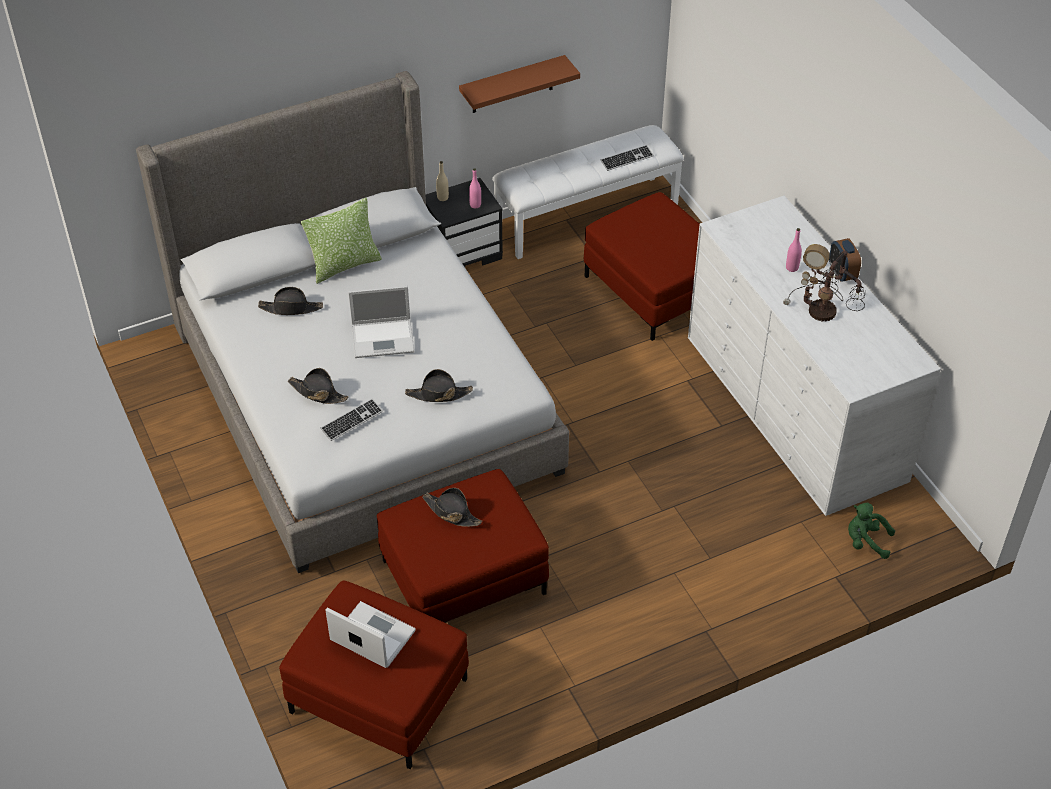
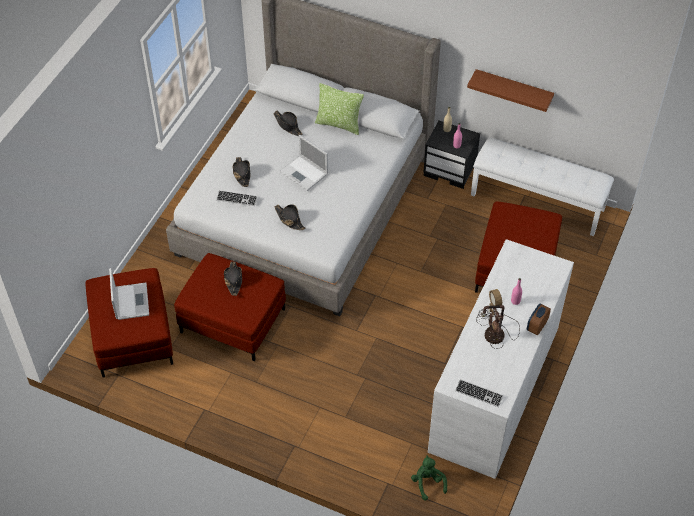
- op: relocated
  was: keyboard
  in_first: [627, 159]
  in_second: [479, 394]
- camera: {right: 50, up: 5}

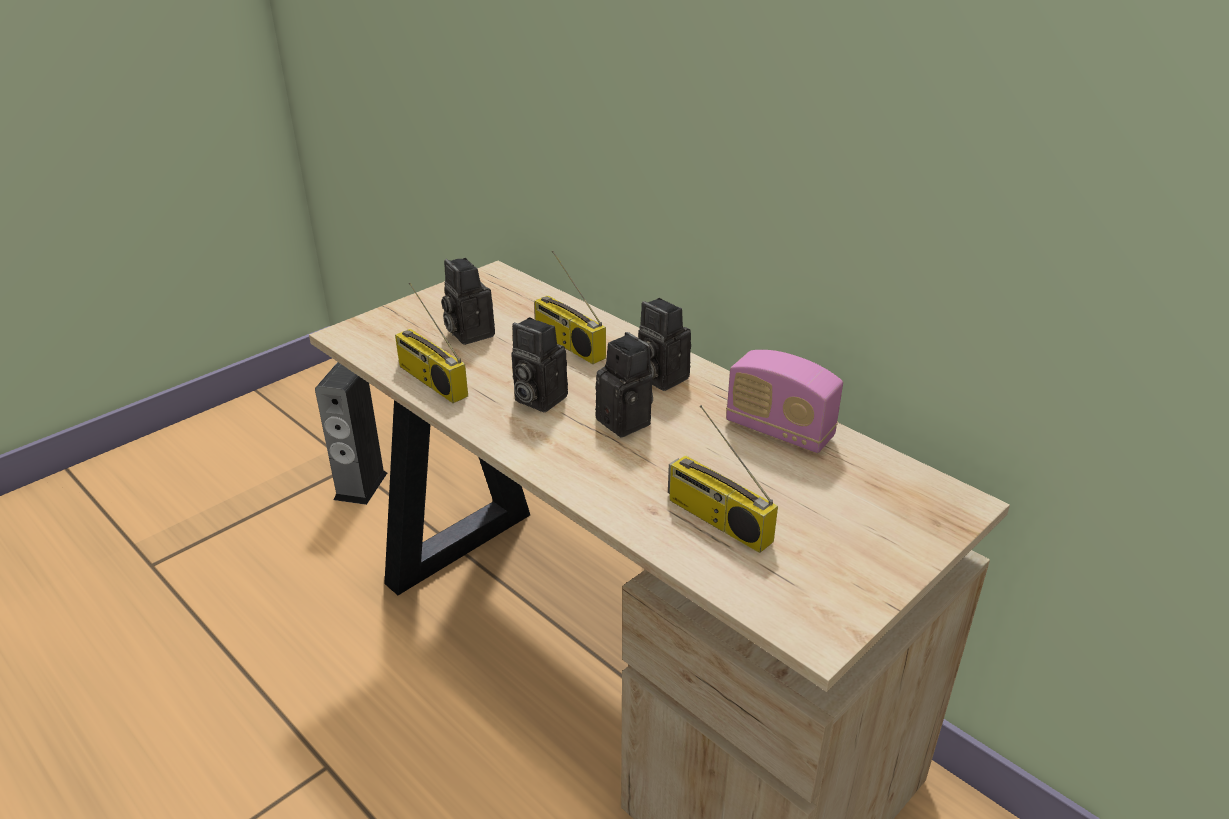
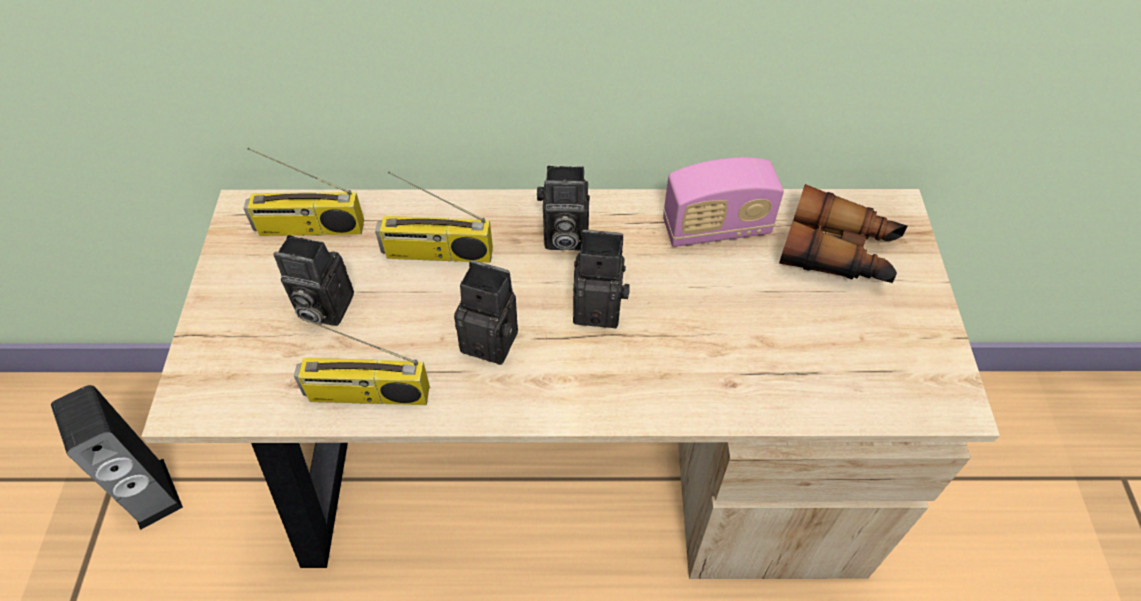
- op: relocated
  was: radio
  in_first: [716, 520]
  in_second: [309, 229]
- op: spun
  was: photo camera
  in_first: [537, 398]
  in_second: [494, 339]
  clockwise: -150
- op: appeared
  now: binoculars
  in_second: [839, 252]
- camera: {right: -45, up: 20}

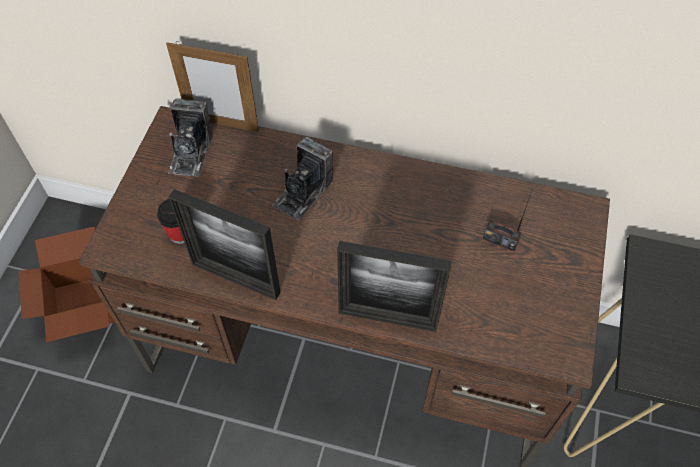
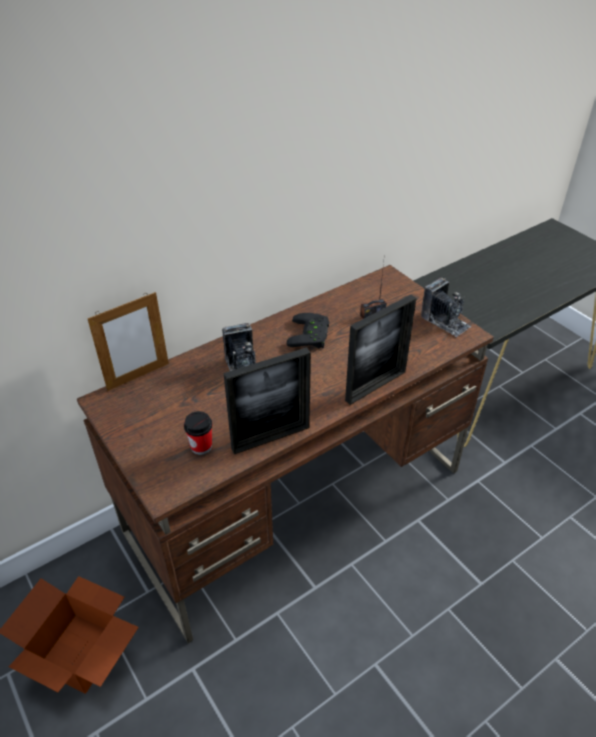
- op: appeared
  now: black game controller
  in_second: [312, 335]
- op: relocated
  was: photo camera
  in_first: [191, 152]
  in_second: [445, 321]
- camera: {right: -50, up: -15}

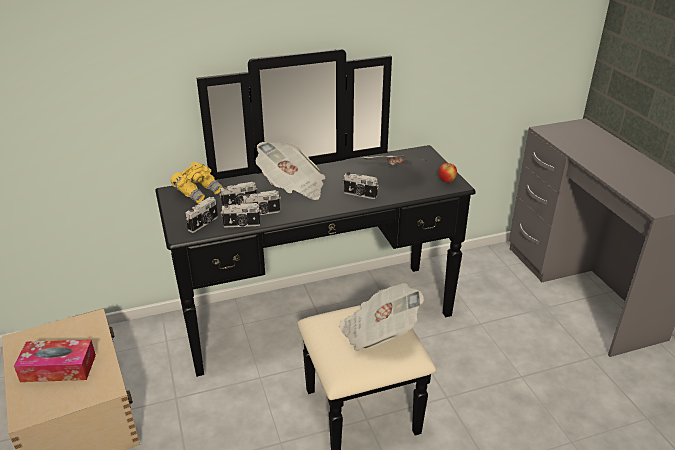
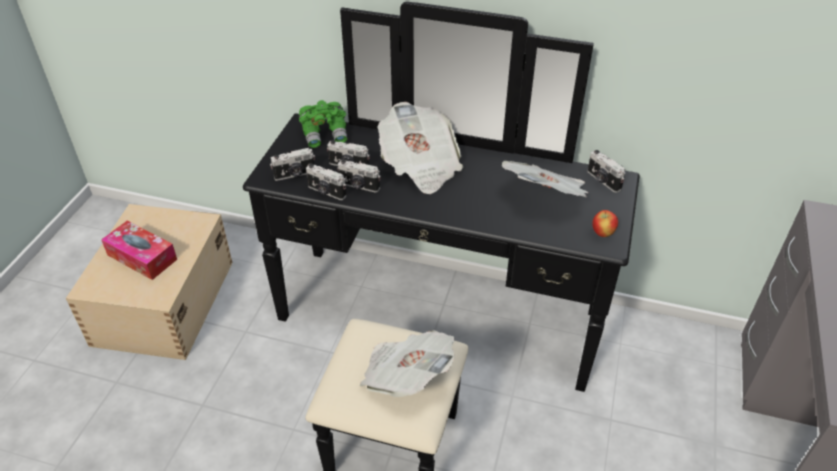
- op: colour
  was: yellow binoculars
  now: green binoculars
  in_first: [198, 192]
  in_second: [325, 134]
- op: relocated
  was: photo camera
  in_first: [360, 195]
  in_second: [603, 181]
- camera: {right: 35, up: 10}

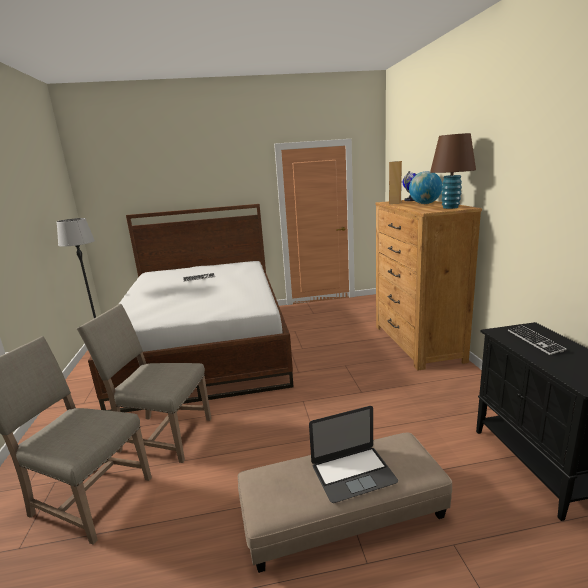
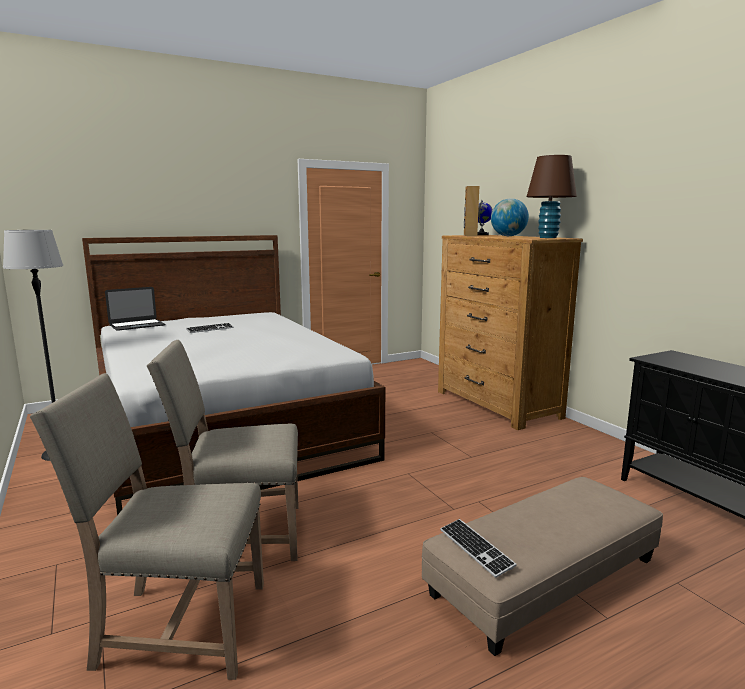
- op: relocated
  was: laptop
  in_first: [353, 473]
  in_second: [137, 325]
- op: relocated
  was: keyboard
  in_first: [534, 341]
  in_second: [475, 548]
- camera: {right: -20, up: -5}

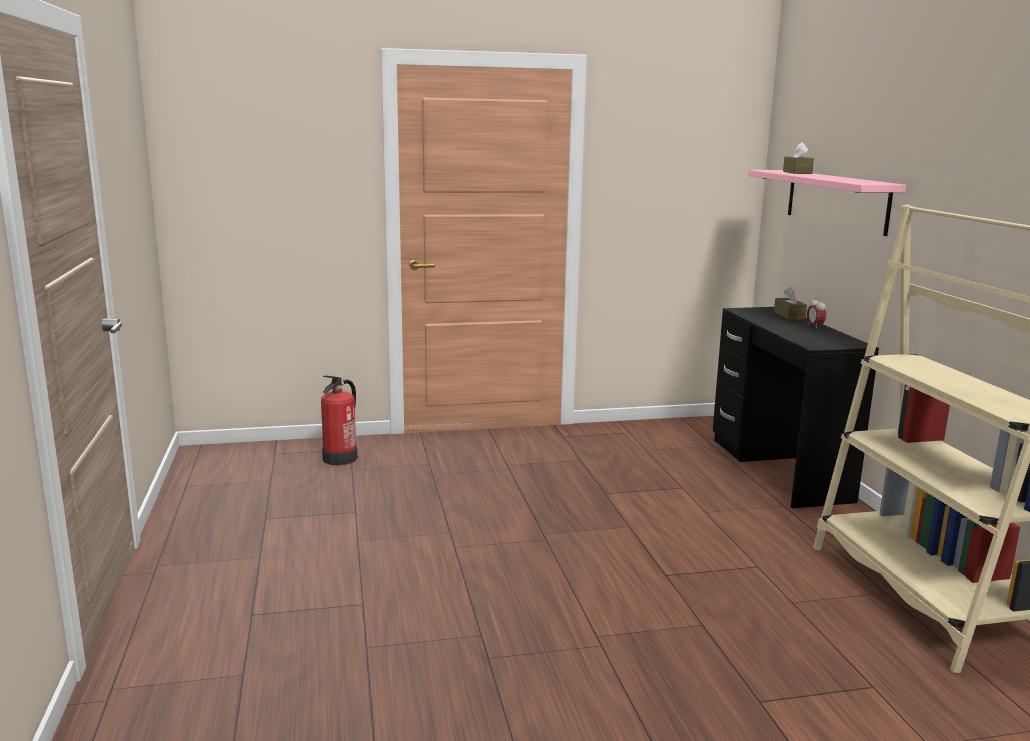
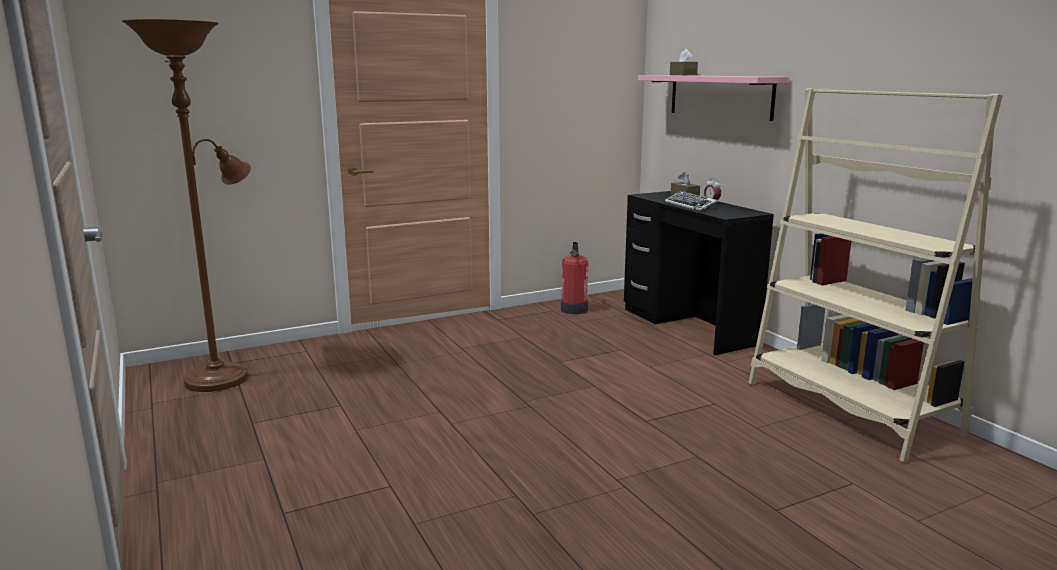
- op: appeared
  now: brown floor lamp
  in_second: [222, 376]
- op: relocated
  was: fire extinguisher
  in_first: [341, 458]
  in_second: [574, 309]
- op: appeared
  now: keyboard
  in_second: [690, 205]
- camera: {right: -15, up: 0}

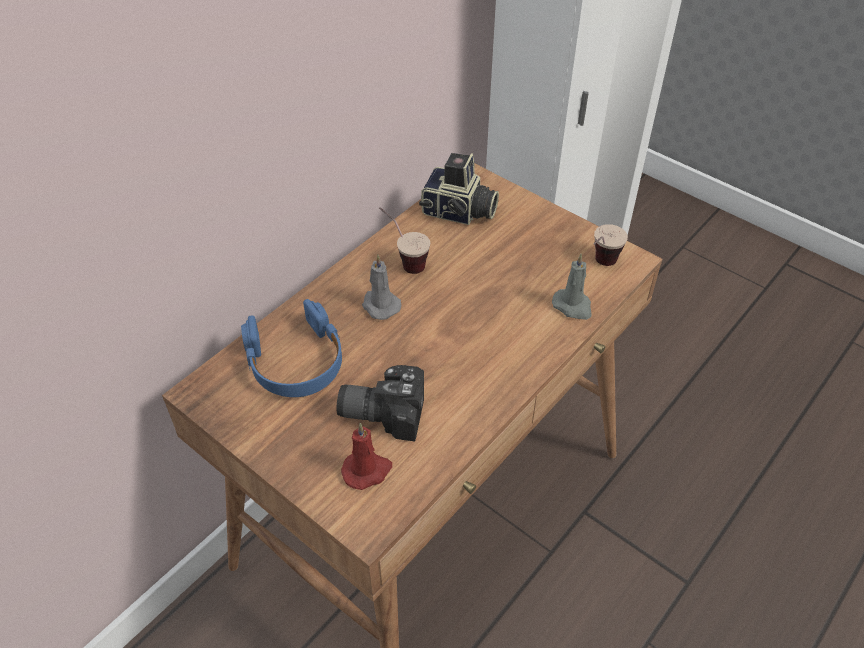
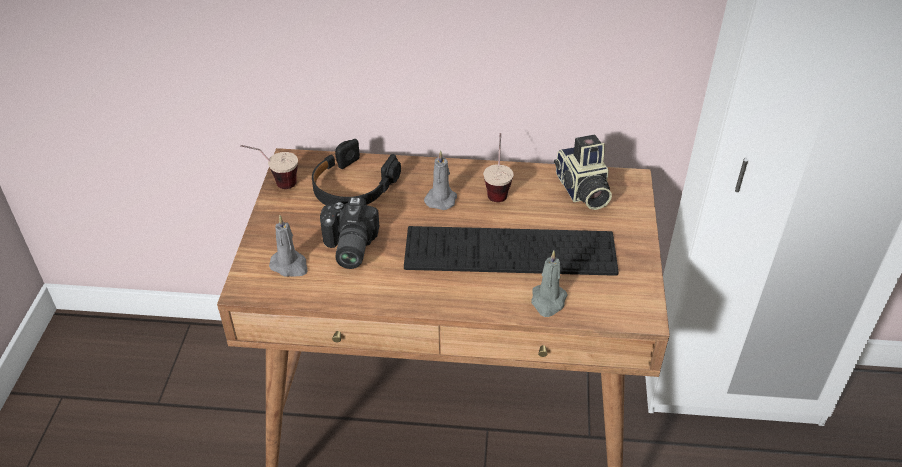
- op: relocated
  was: cup
  in_first: [600, 266]
  in_second: [274, 183]
- op: colour
  was: red candle
  now: grey candle
  in_first: [367, 470]
  in_second: [290, 266]
- op: colour
  was: blue headphones
  now: black headphones
  in_first: [296, 361]
  in_second: [353, 187]
- op: spun
  was: photo camera
  in_first: [383, 410]
  in_second: [347, 247]
  clockwise: -150
- op: appeared
  now: keyboard
  in_second: [510, 251]
- camera: {right: 55, up: -5}

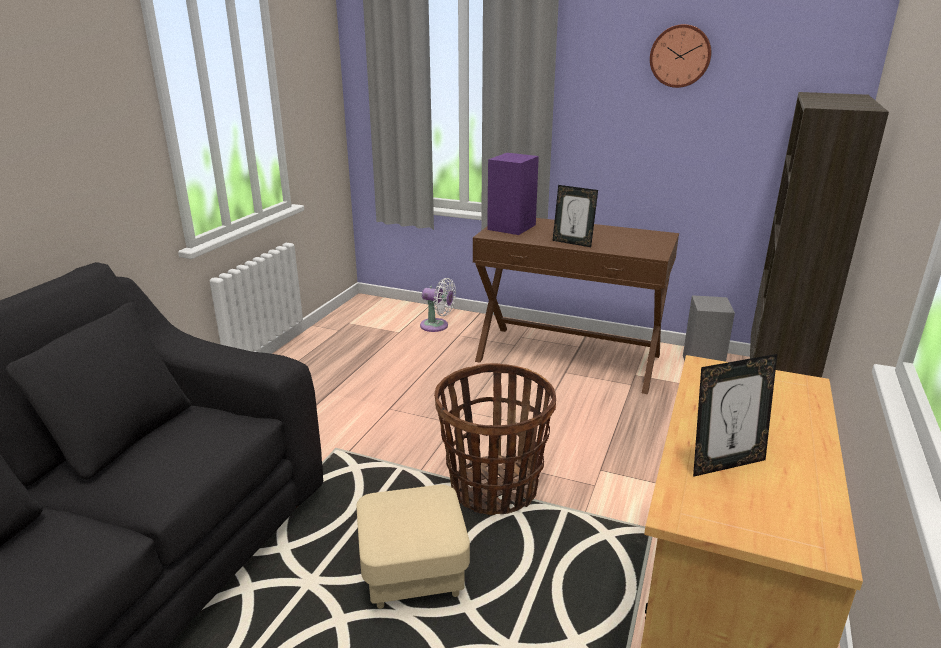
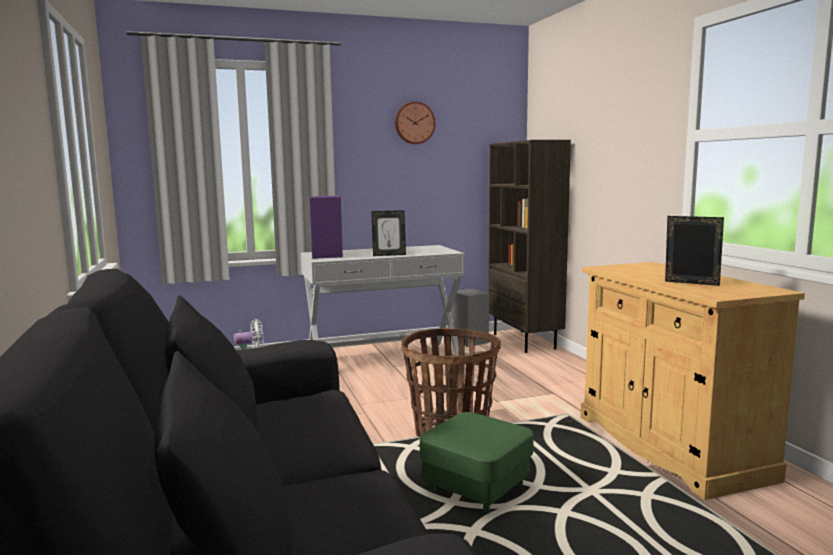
- op: colour
  was: brown console table
  now: white console table
  in_first: [568, 358]
  in_second: [383, 359]
- op: colour
  was: beige ottoman
  now: green ottoman
  in_first: [413, 574]
  in_second: [476, 489]
- op: spun
  was: picture frame
  in_first: [725, 464]
  in_second: [691, 284]
  clockwise: -90
- camera: {right: -40, up: -15}

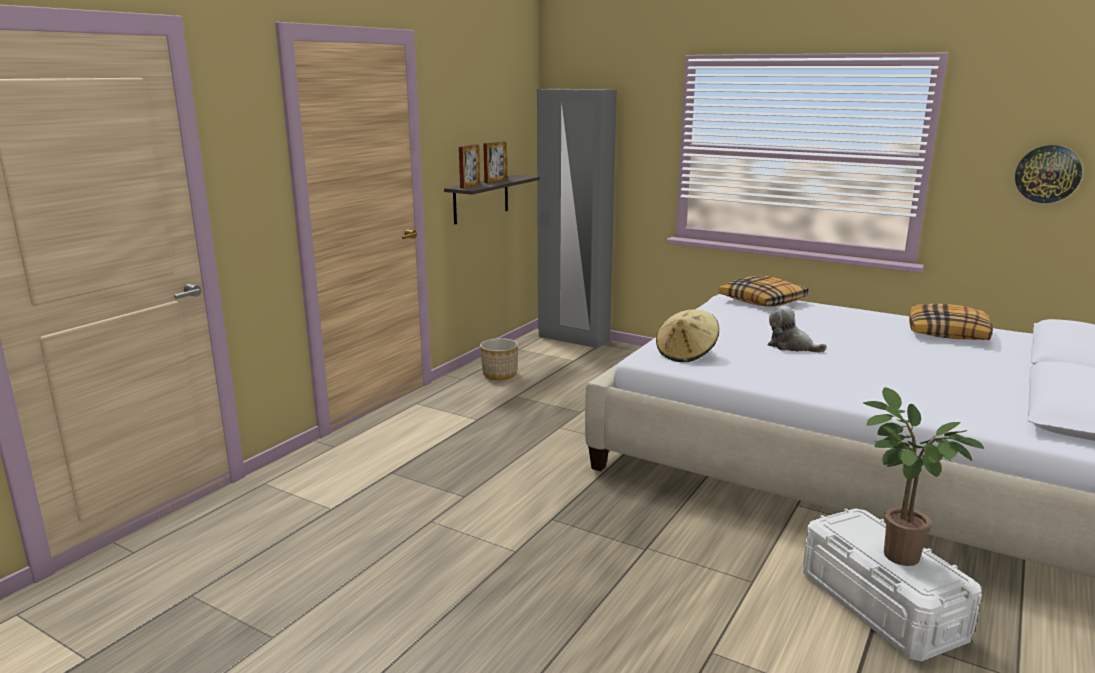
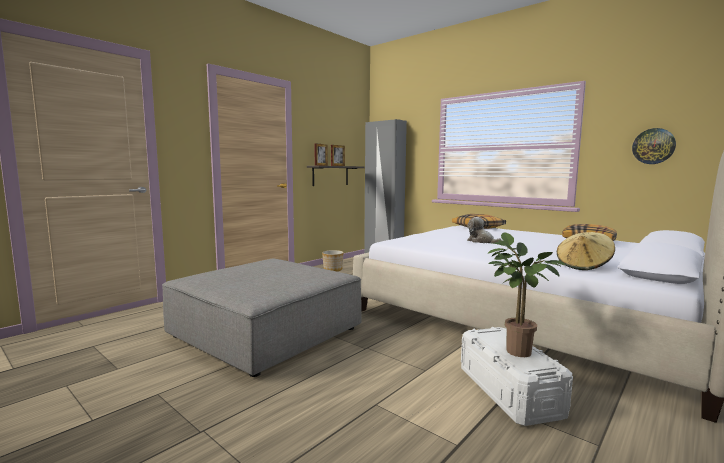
- op: appeared
  now: grey ottoman
  in_second: [266, 332]
- op: relocated
  was: beige hat
  in_first: [686, 354]
  in_second: [583, 266]
- camera: {right: 10, up: -10}

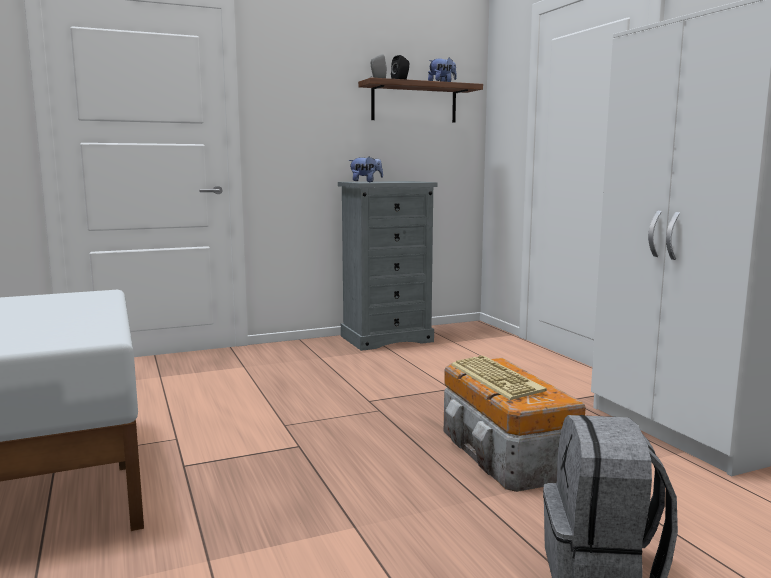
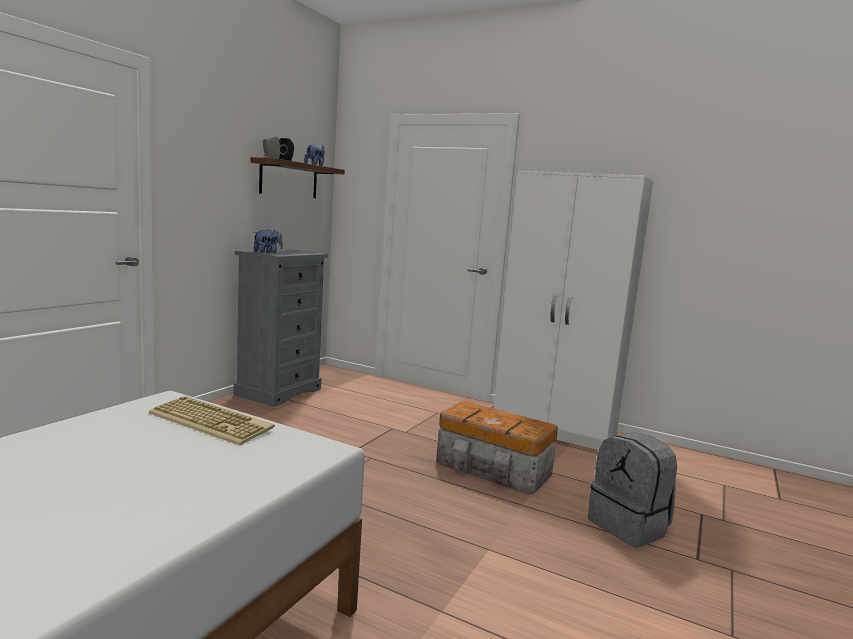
- op: relocated
  was: keyboard
  in_first: [498, 378]
  in_second: [213, 421]
- camera: {right: -40, up: 0}

